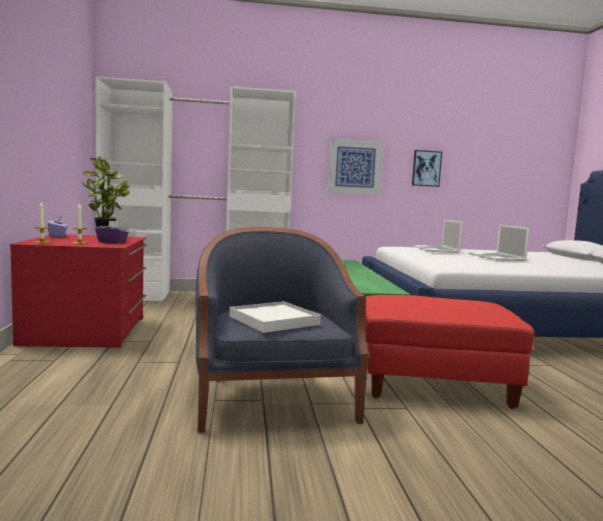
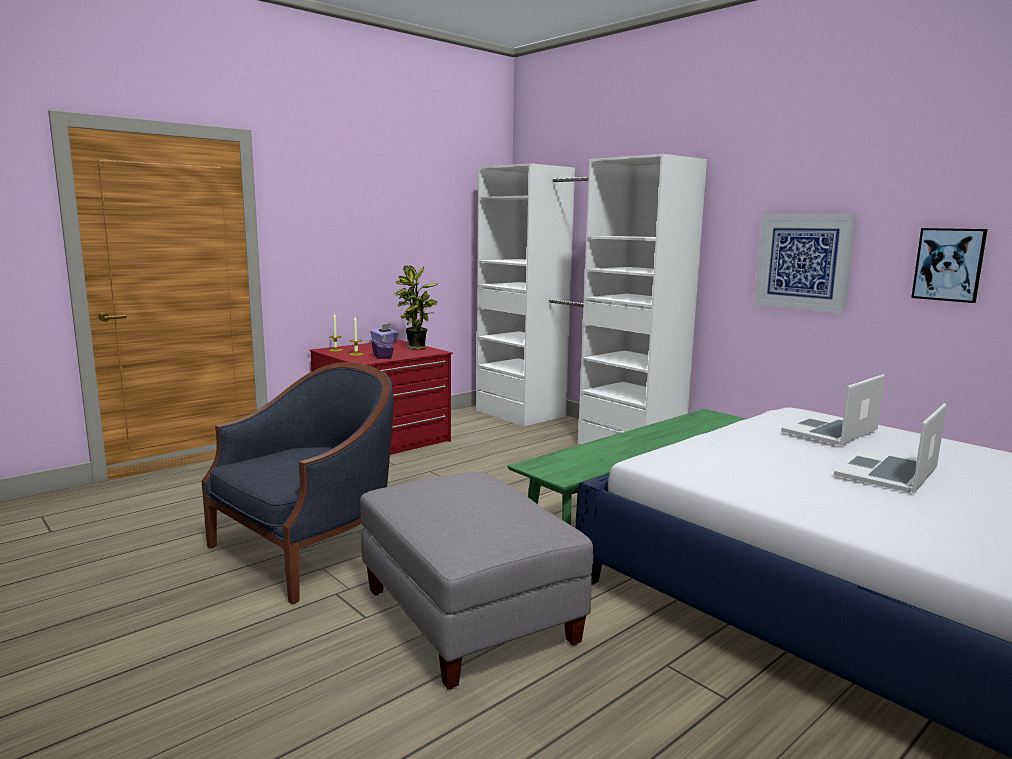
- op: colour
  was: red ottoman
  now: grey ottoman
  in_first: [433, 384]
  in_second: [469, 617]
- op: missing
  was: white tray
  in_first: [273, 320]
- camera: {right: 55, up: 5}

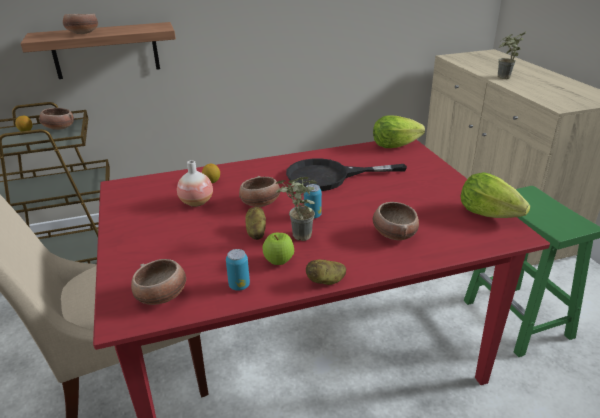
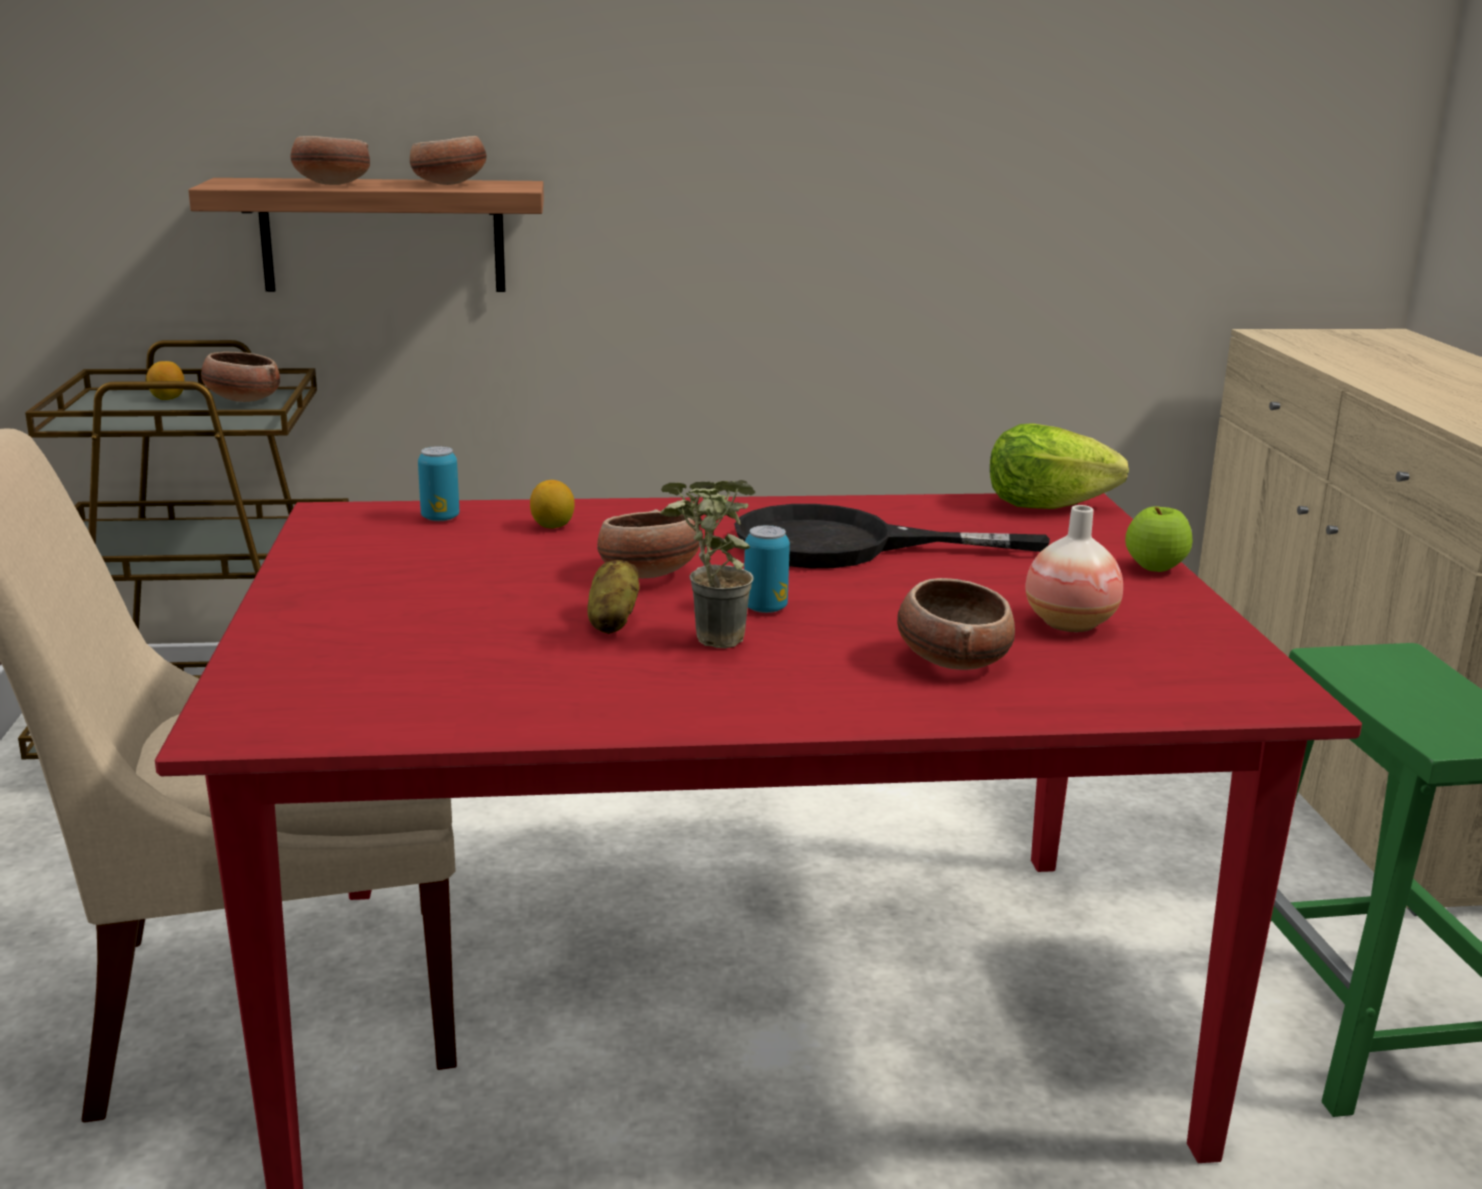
- op: relocated
  was: bowl
  in_first: [162, 296]
  in_second: [449, 184]
- op: relocated
  was: can
  in_first: [239, 285]
  in_second: [440, 518]
- op: relocated
  was: vase
  in_first: [196, 202]
  in_second: [1070, 624]
- op: relocated
  was: apple
  in_first: [279, 261]
  in_second: [1155, 568]
- op: missing
  was: potato
  in_first: [326, 281]
- op: missing
  was: lettuce
  in_first: [488, 213]
- op: missing
  was: potted plant
  in_first: [503, 78]
- camera: {right: 10, up: -10}

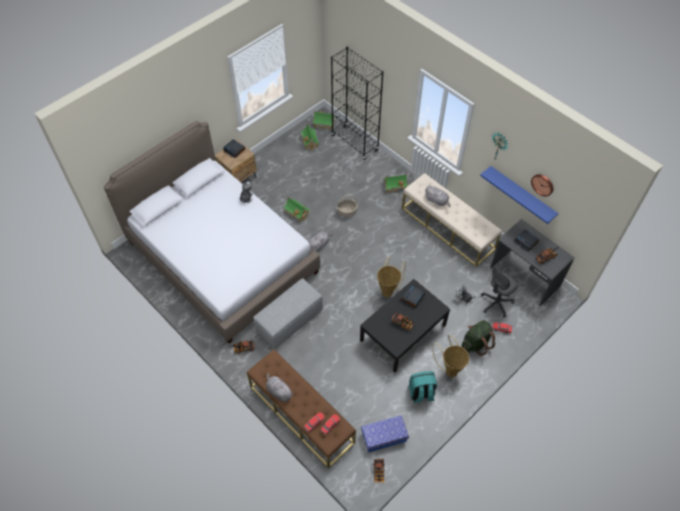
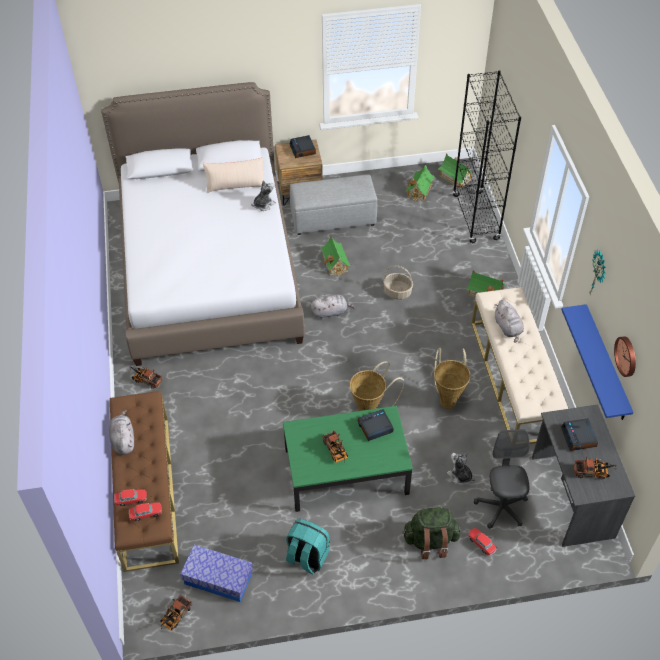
- op: appeared
  now: beige pillow
  in_second: [235, 185]
- op: colour
  was: black coffee table
  now: green coffee table
  in_first: [403, 333]
  in_second: [346, 471]
- op: relocated
  was: grey ottoman
  in_first: [290, 320]
  in_second: [334, 218]
- op: relocated
  was: basket
  in_first: [449, 369]
  in_second: [448, 399]
- op: spun
  was: grey office chair
  in_first: [496, 303]
  in_second: [501, 507]
  clockwise: 90
- camera: {right: 35, up: -5}

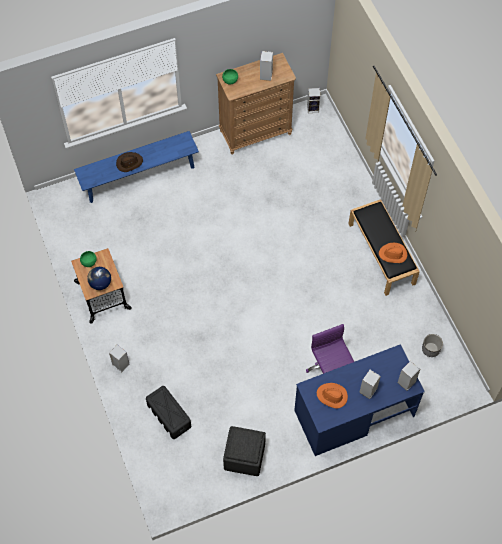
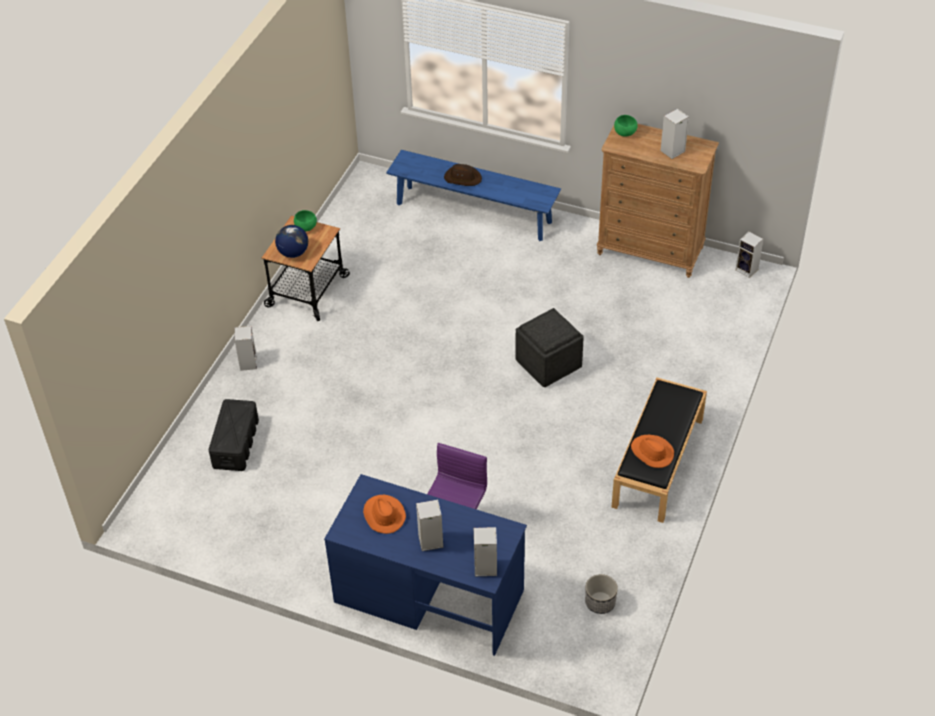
- op: relocated
  was: grey ottoman
  in_first: [244, 456]
  in_second: [548, 362]
- camera: {right: 45, up: -15}

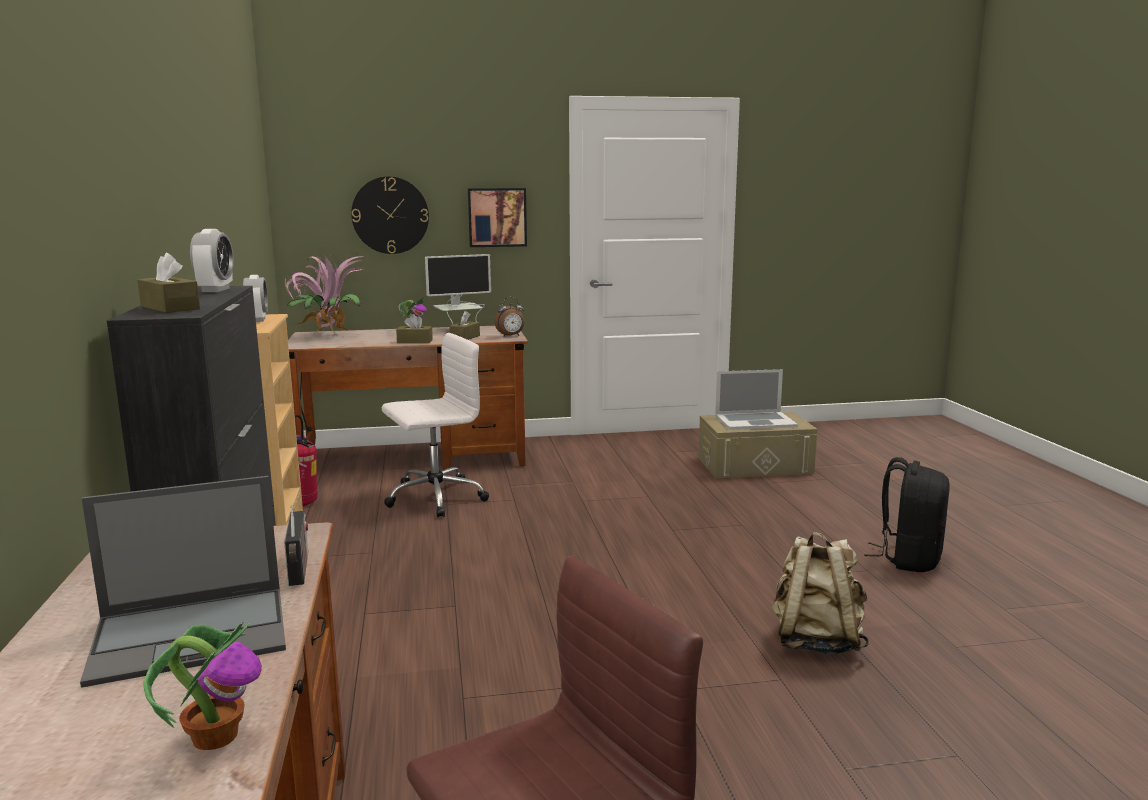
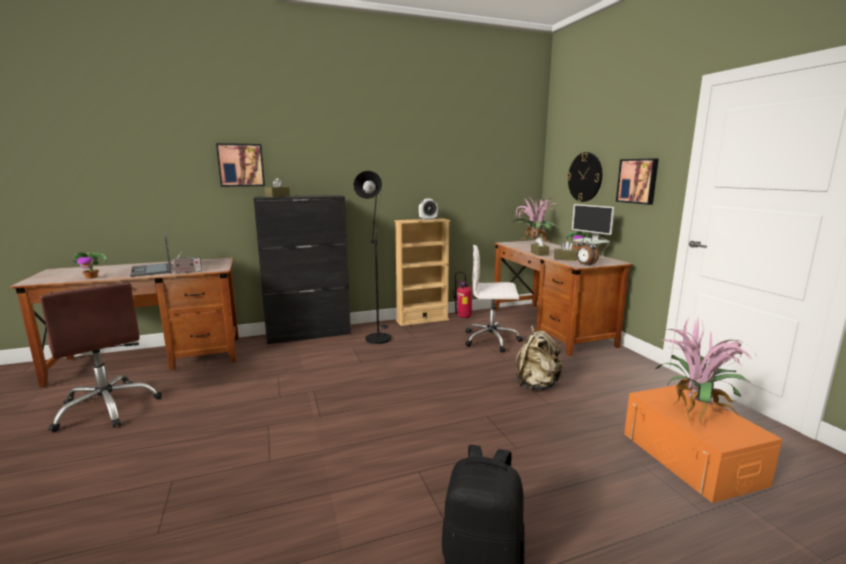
- op: appeared
  now: picture
  in_second: [241, 165]
- op: appeared
  now: black floor lamp
  in_second: [378, 337]
- op: spun
  was: white office chair
  in_first: [434, 498]
  in_second: [492, 340]
  clockwise: 135
- op: relocated
  was: beige backpack
  in_first: [816, 641]
  in_second: [536, 385]
- op: colour
  was: beige storage box
  now: orange storage box
  in_first: [754, 465]
  in_second: [691, 458]
- op: exchanged
  was: laptop
  now: potted plant
  in_first: [755, 421]
  in_second: [697, 412]
- op: missing
  was: alarm clock
  in_first: [215, 290]
- camera: {right: 80, up: 0}

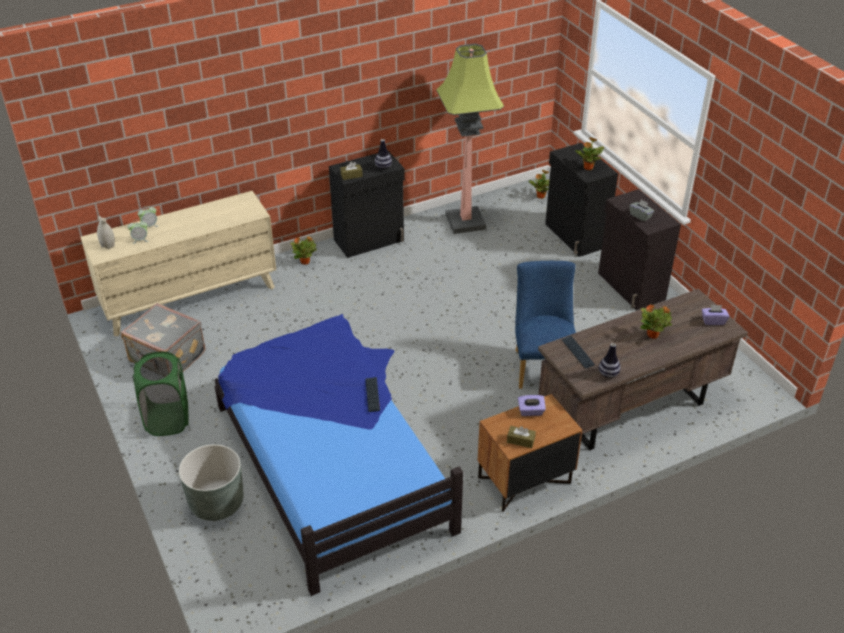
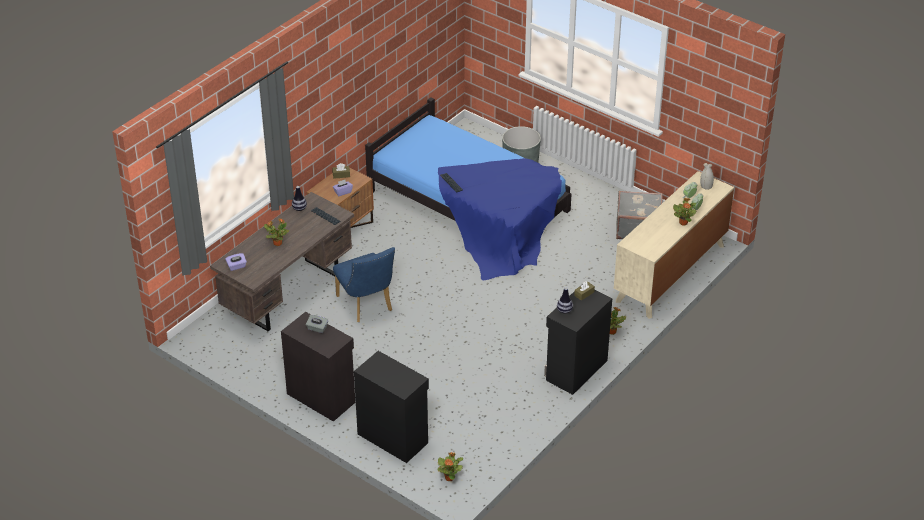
- op: relocated
  was: potted plant
  in_first: [588, 168]
  in_second: [683, 222]
- op: missing
  was: green laundry basket
  in_first: [167, 419]
- op: missing
  was: floor lamp
  in_first: [466, 221]
- camera: {right: 155, up: 0}

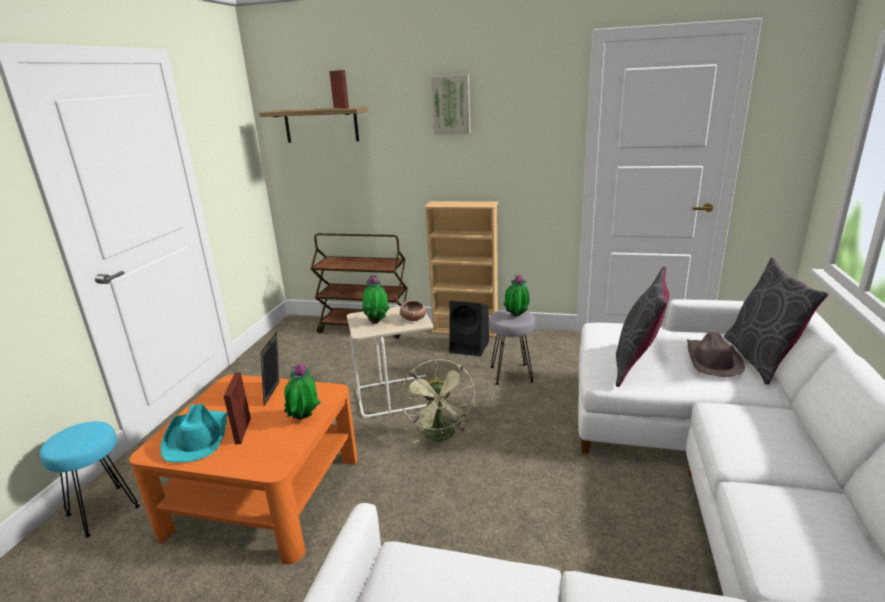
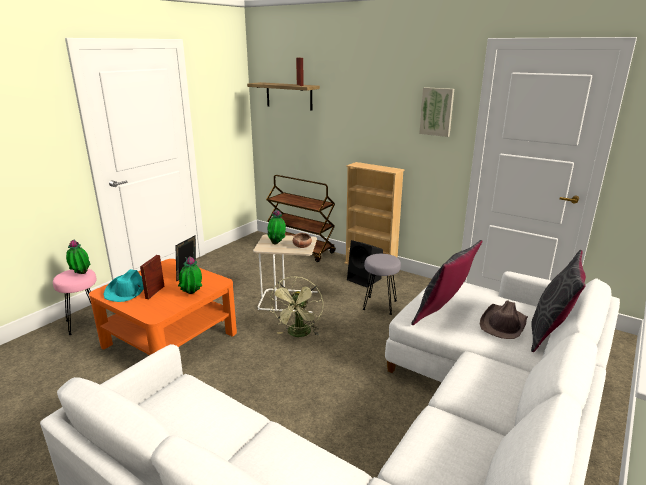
- op: colour
  was: turquoise stool
  now: pink stool
  in_first: [103, 510]
  in_second: [84, 323]
- op: relocated
  was: potted plant
  in_first: [516, 317]
  in_second: [81, 274]
- op: relocated
  was: picture
  in_first: [451, 105]
  in_second: [437, 111]
- camera: {right: 20, up: 0}

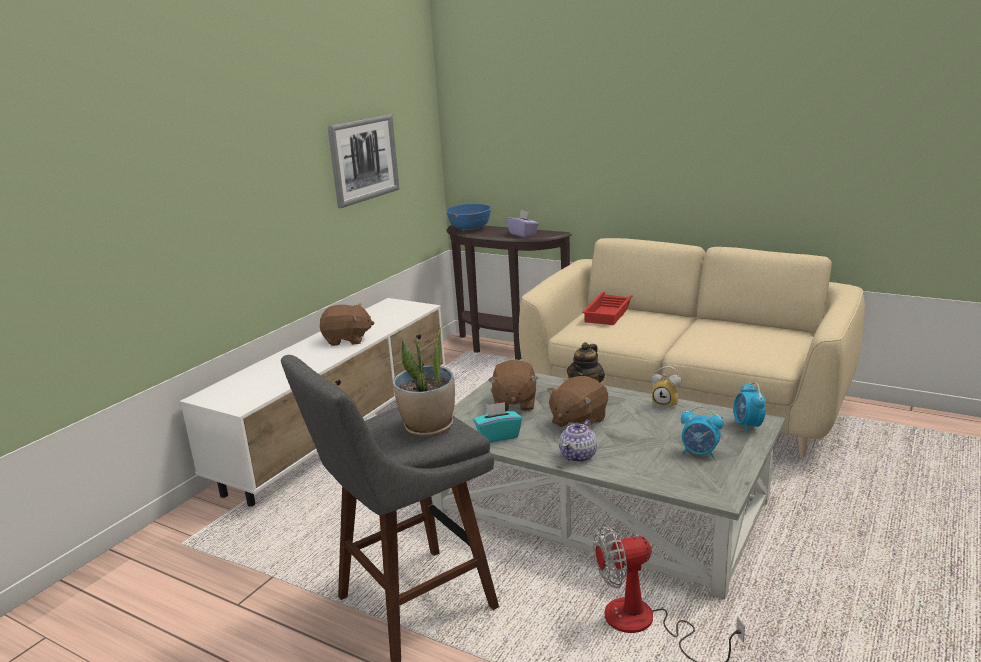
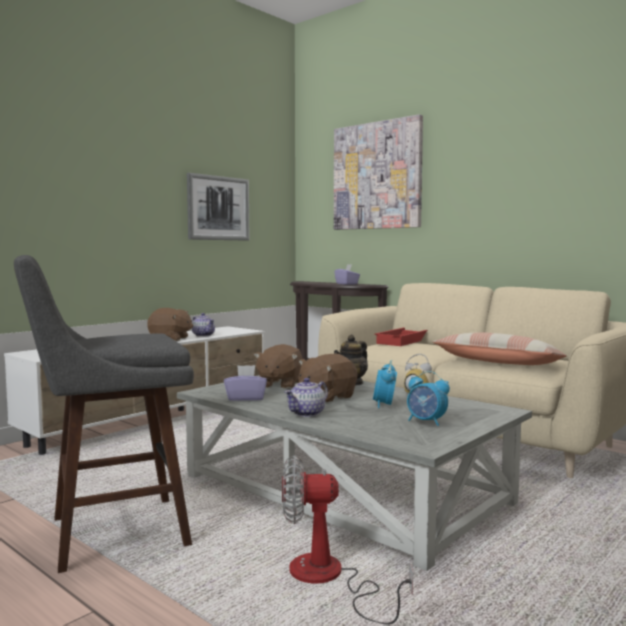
- op: appeared
  now: teapot
  in_second: [203, 335]
- op: colour
  was: turquoise tissue box
  now: purple tissue box
  in_first: [498, 436]
  in_second: [246, 398]
- op: appeared
  now: picture
  in_second: [377, 176]
- op: relocated
  was: alarm clock
  in_first: [748, 426]
  in_second: [384, 405]
- op: appeared
  now: pillow
  in_second: [498, 363]
- op: missing
  was: potted plant
  in_first: [428, 427]
- op: missing
  was: blue bowl
  in_first: [470, 229]
- camera: {right: 10, up: -15}

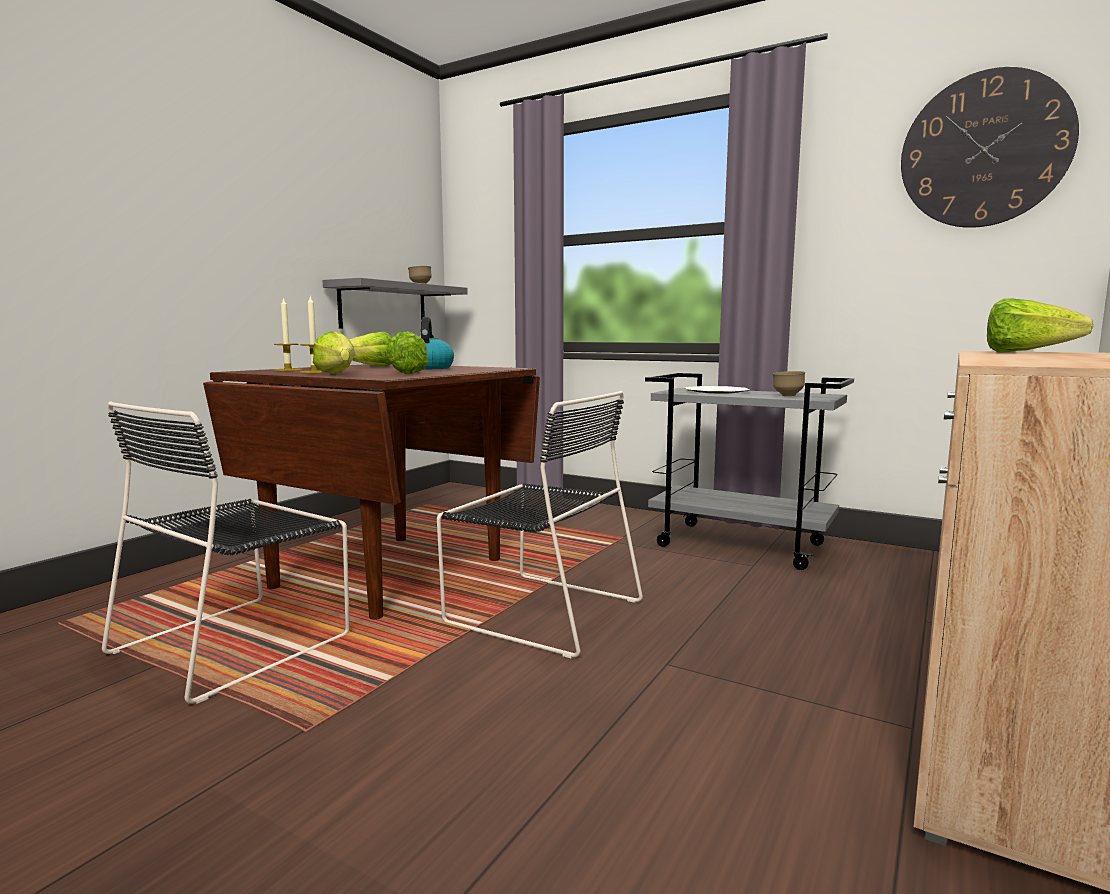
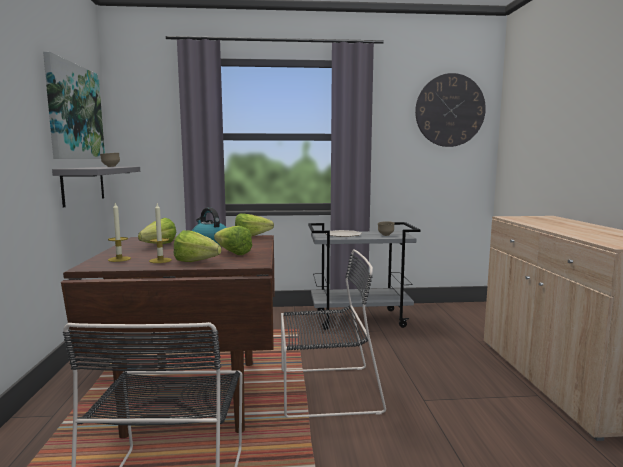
- op: appeared
  now: picture
  in_second: [74, 112]
- op: relocated
  was: lettuce
  in_first: [1036, 352]
  in_second: [255, 236]
- camera: {right: -35, up: 0}

